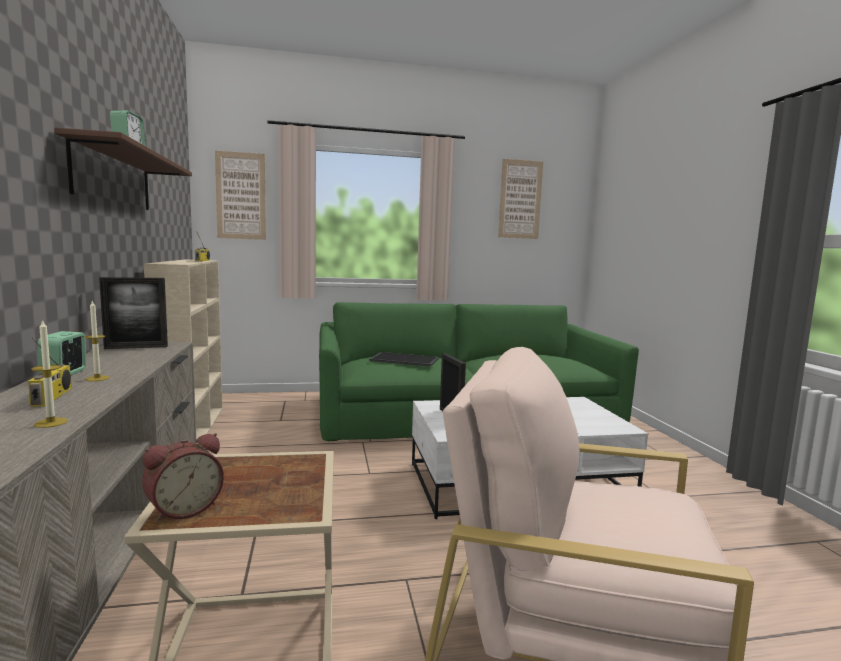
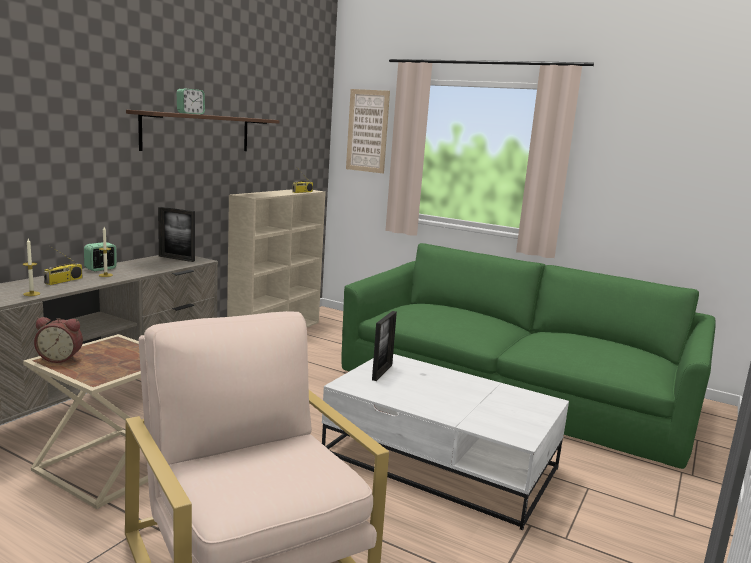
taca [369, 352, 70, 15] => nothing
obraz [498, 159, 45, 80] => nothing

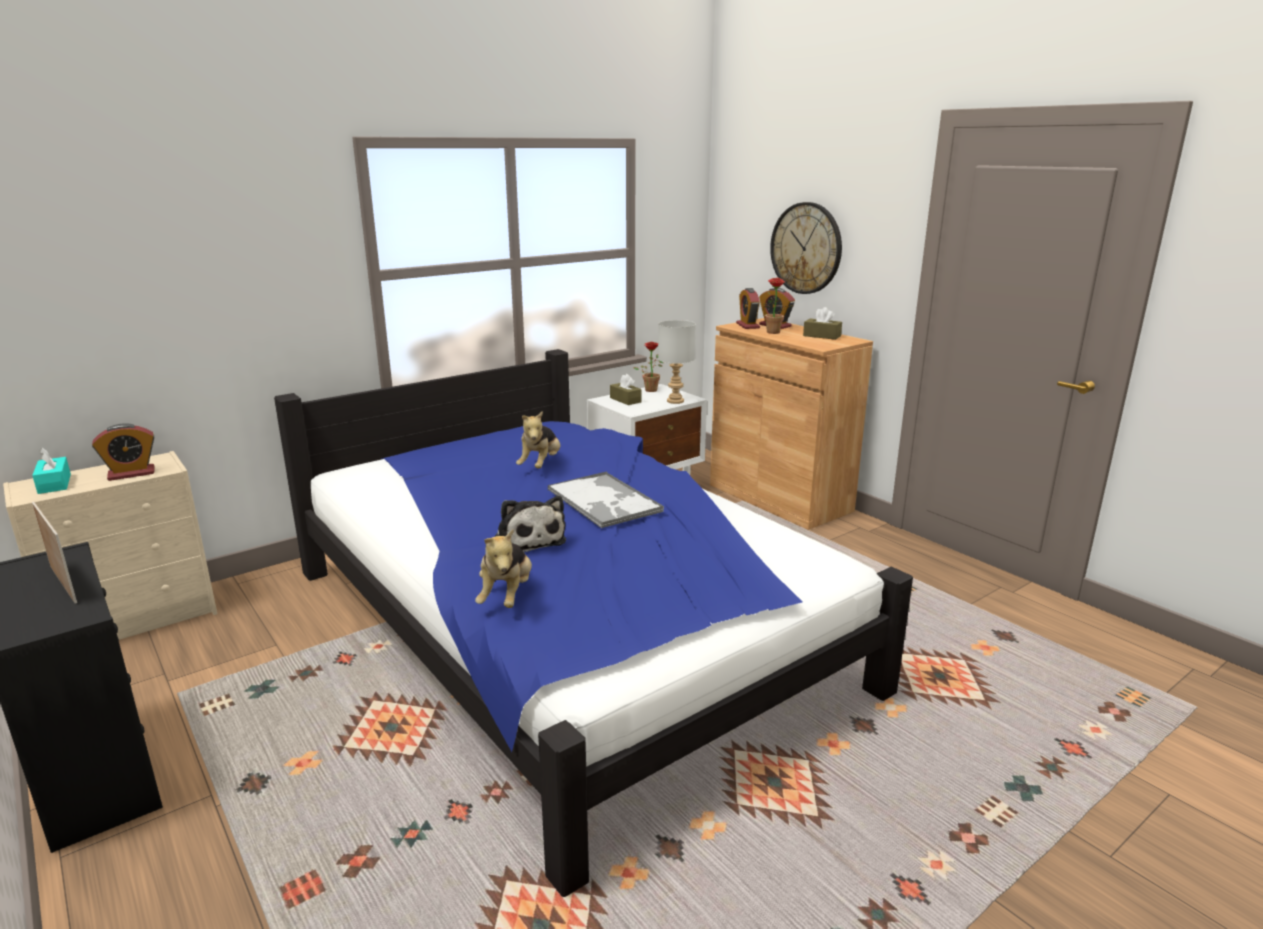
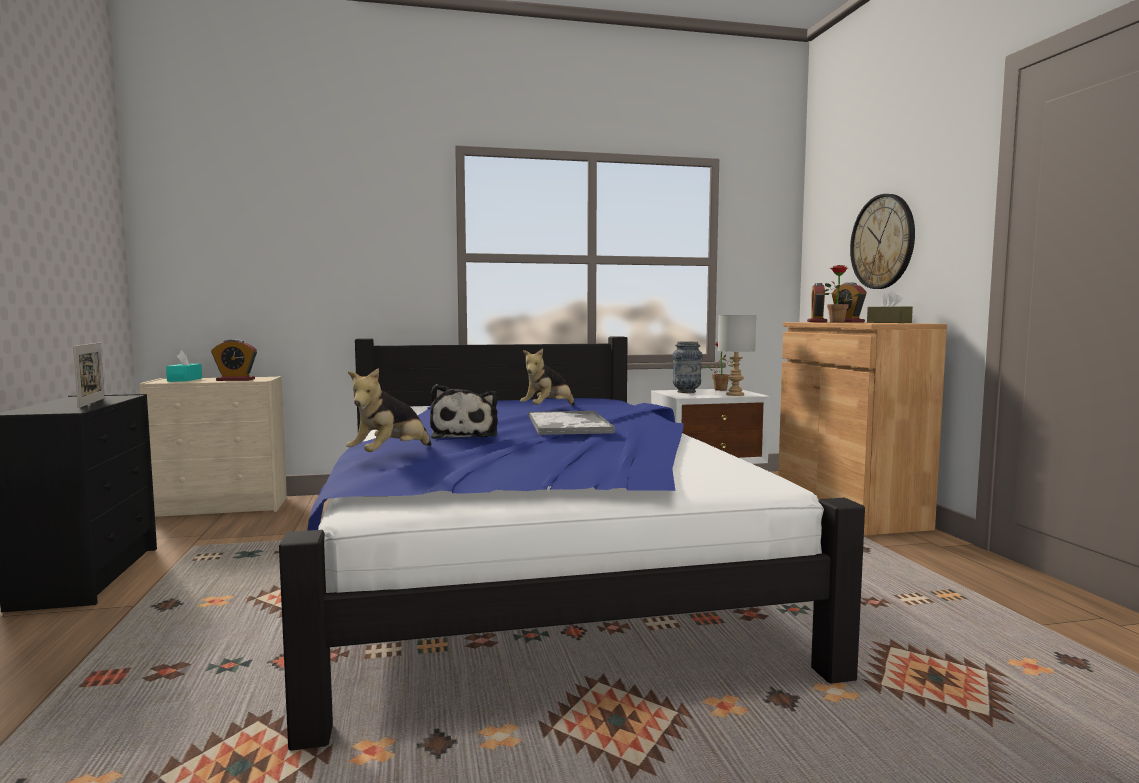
pudełko chusteczek [brązowy] [610, 374, 32, 31] => wazon [672, 341, 31, 52]

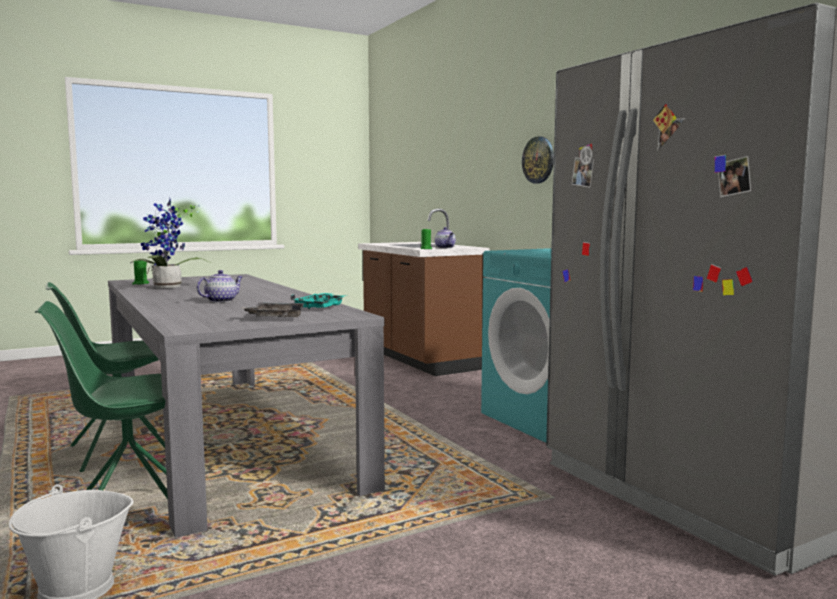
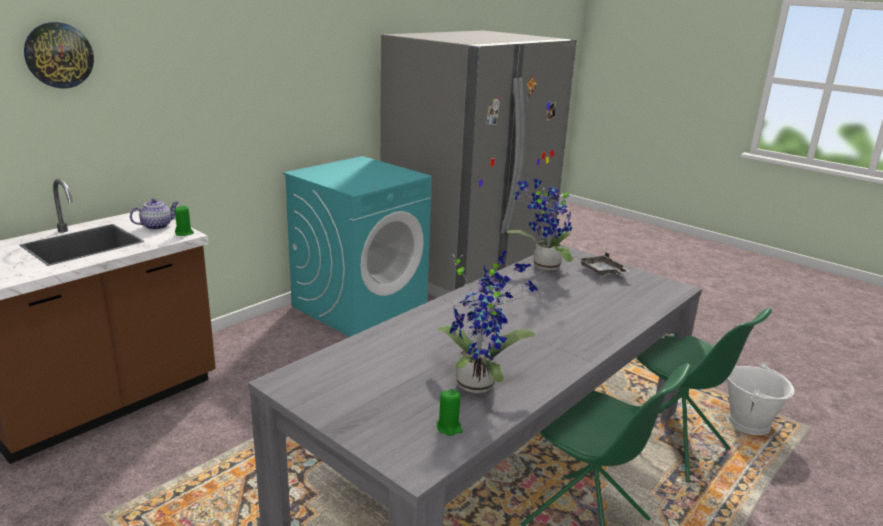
imbryk [197, 270, 46, 33] => nothing
taca [turkusowy] [290, 293, 54, 16] => roślina doniczkowa [507, 178, 66, 92]
zegar ścienny [522, 136, 32, 48] => zegar ścienny [24, 22, 70, 67], shifted

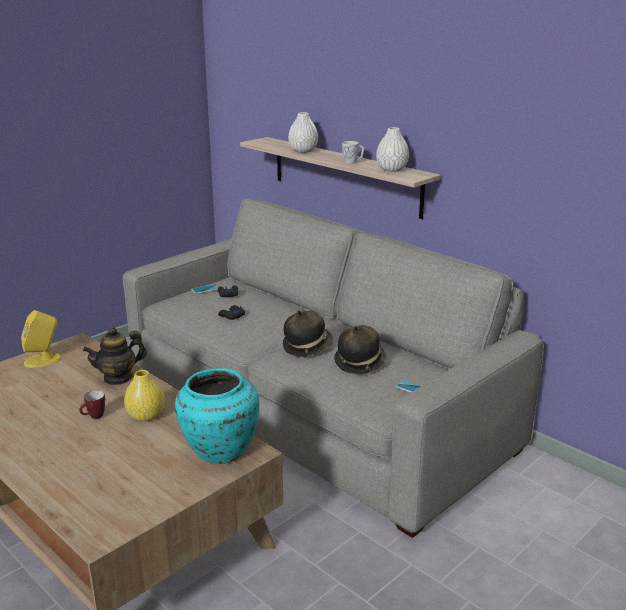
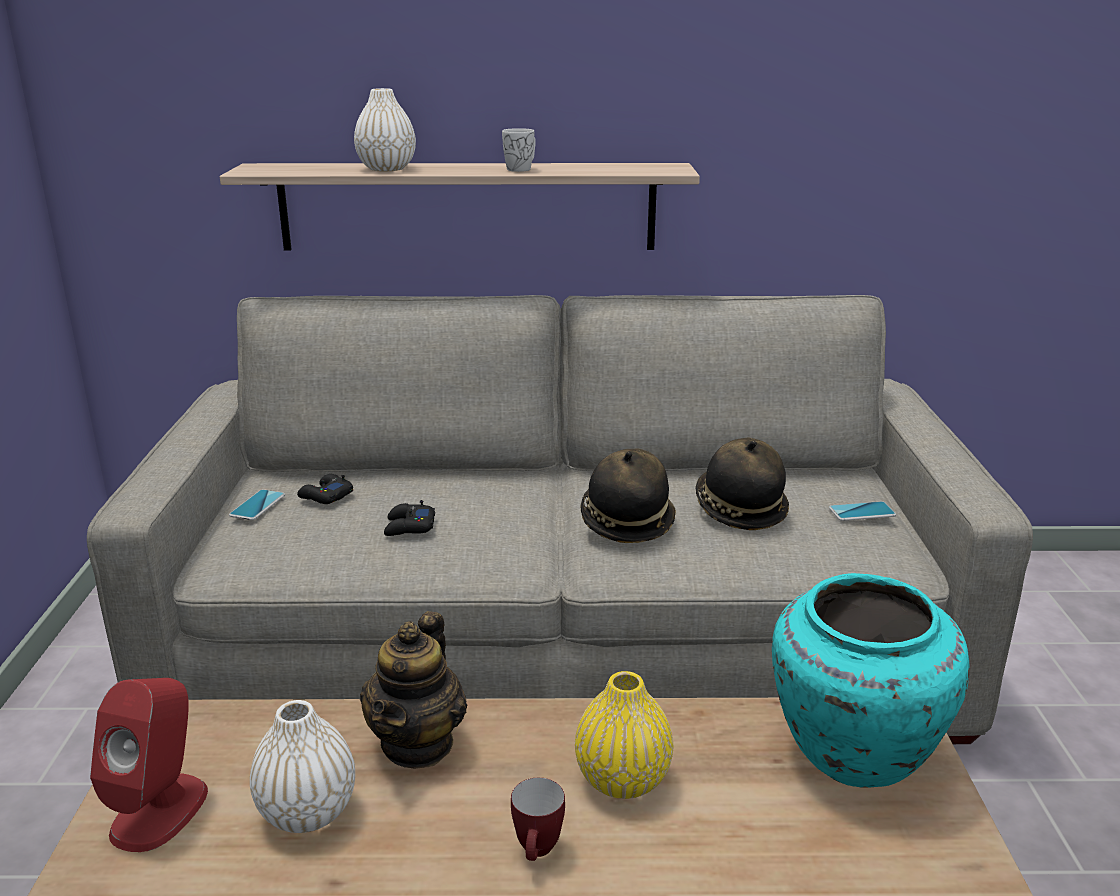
głośnik [żółty] [21, 310, 41, 58] => głośnik [czerwony] [90, 678, 118, 174]
wazon [biały] [376, 127, 33, 45] => wazon [biały] [250, 700, 105, 133], shifted

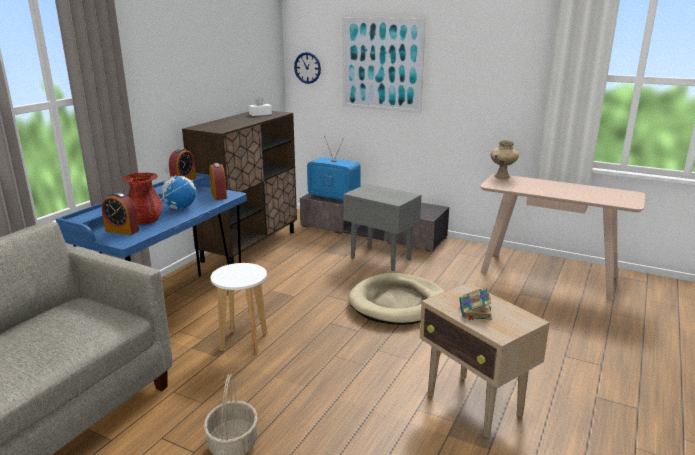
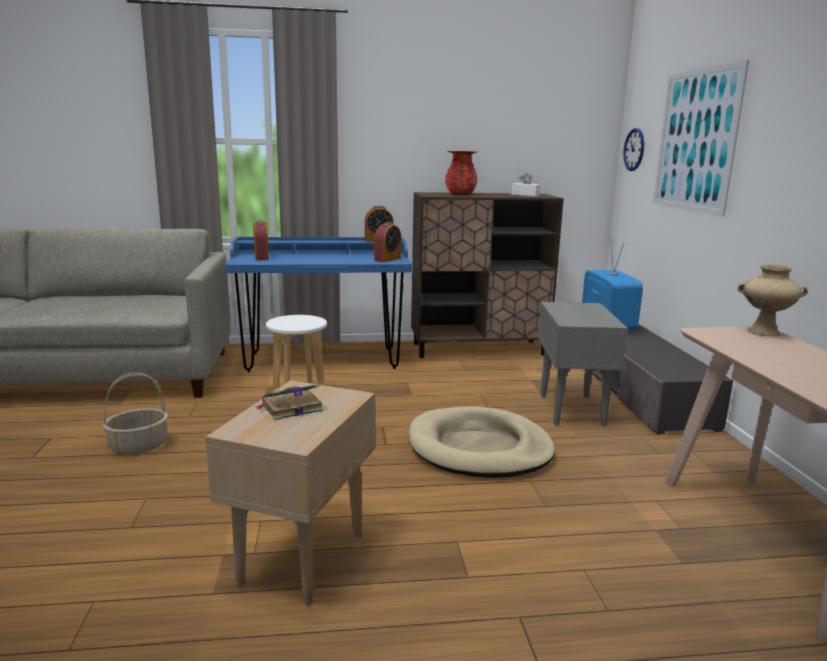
wazon [czerwony] [122, 173, 41, 51] => wazon [czerwony] [445, 151, 33, 44], shifted
globus [160, 168, 36, 42] => nothing

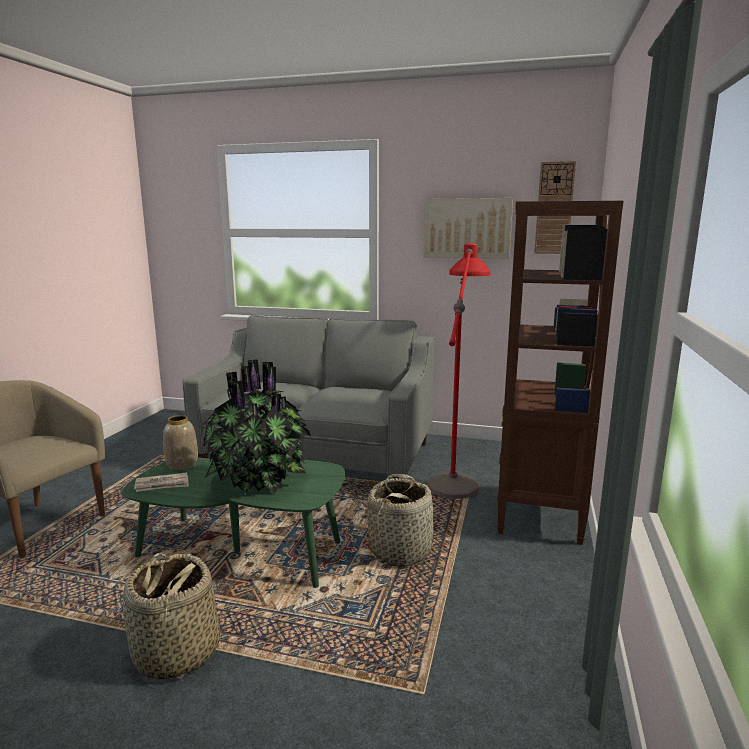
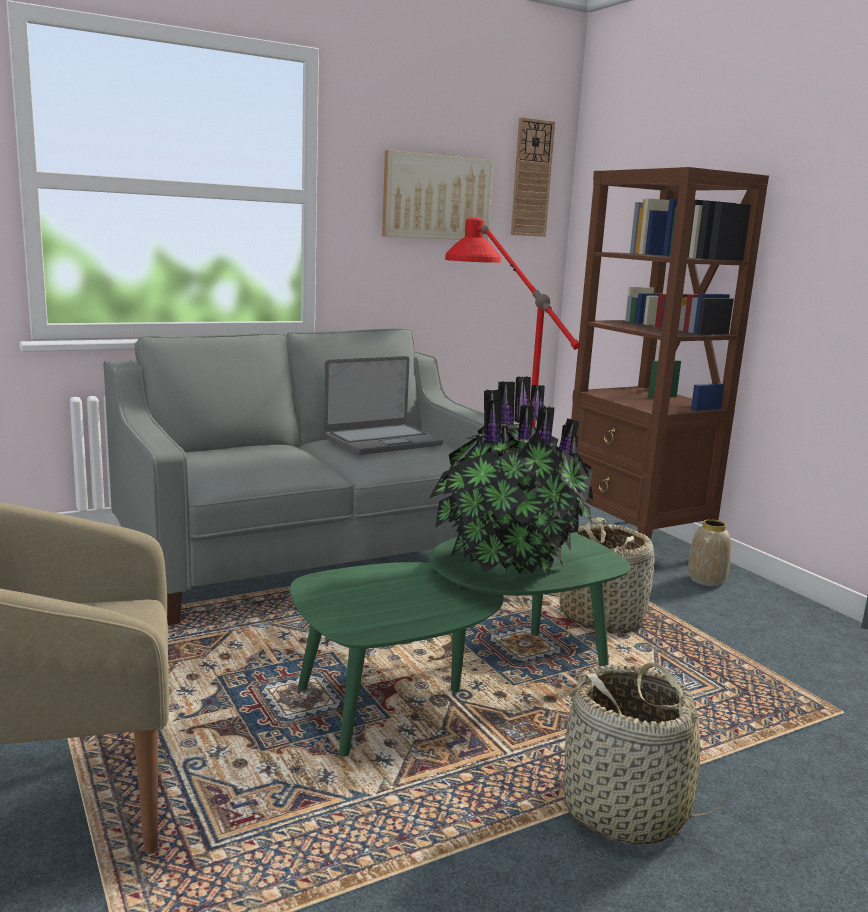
gazeta [134, 472, 55, 20] => nothing
wazon [163, 415, 35, 56] => wazon [688, 519, 43, 67], shifted
nothing => laptop [324, 356, 119, 99]

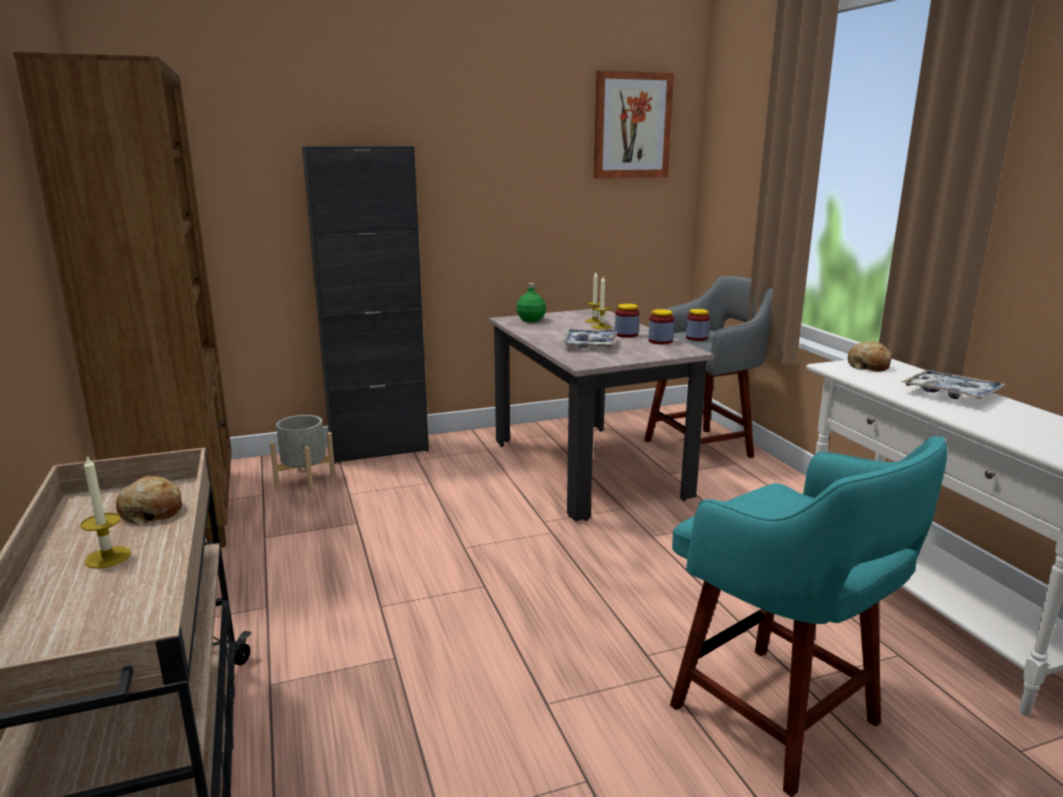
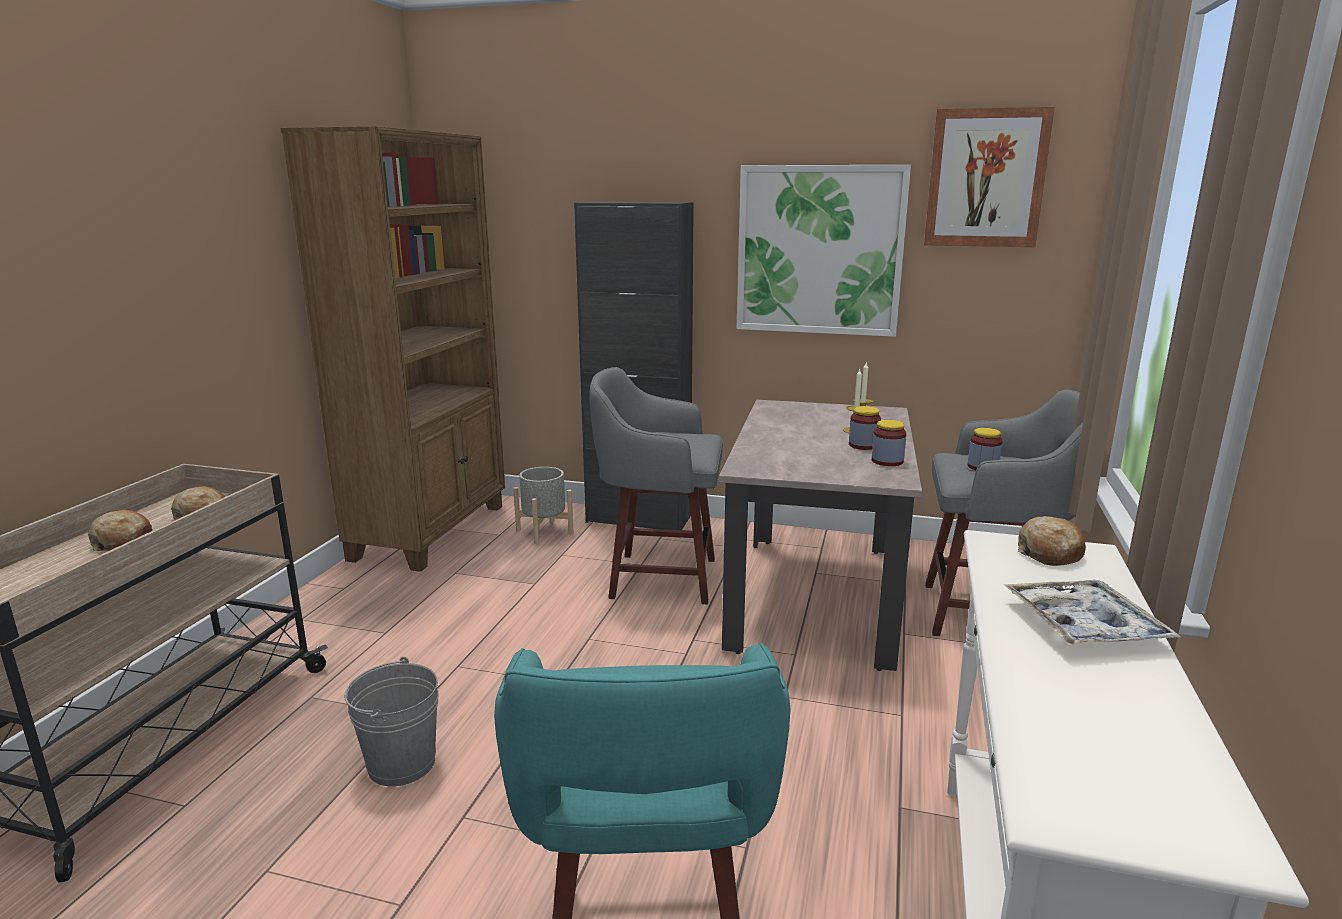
świeca [80, 456, 51, 113] => chleb [88, 510, 64, 41]
butelka [zielony] [516, 283, 30, 39] => nothing
taca [562, 329, 55, 19] => nothing
nothing => wiadro [szary] [344, 657, 95, 129]
nothing => stołek [szary] [589, 367, 134, 237]
nothing => obraz [737, 165, 174, 172]

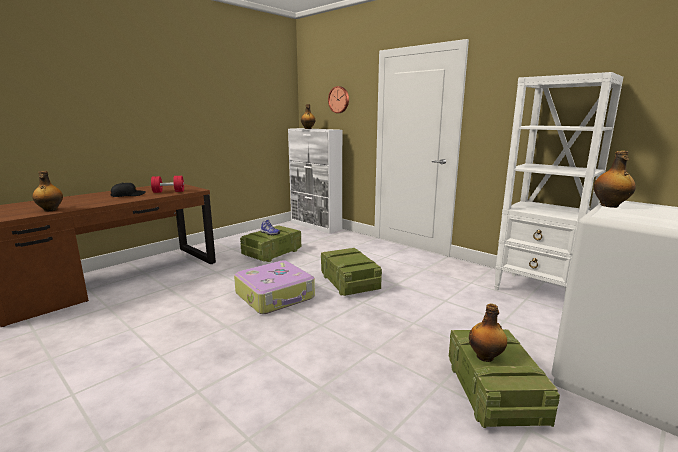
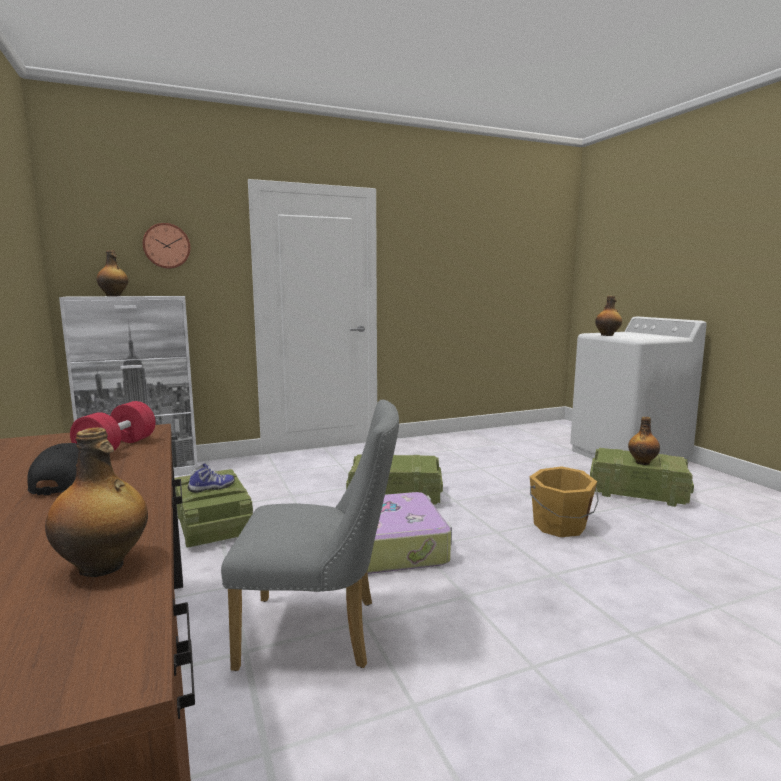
regał [biały] [494, 72, 129, 227] => nothing
nothing => krzesło [szary] [221, 399, 178, 272]
nothing => wiadro [pomarańczowy] [530, 466, 69, 71]

